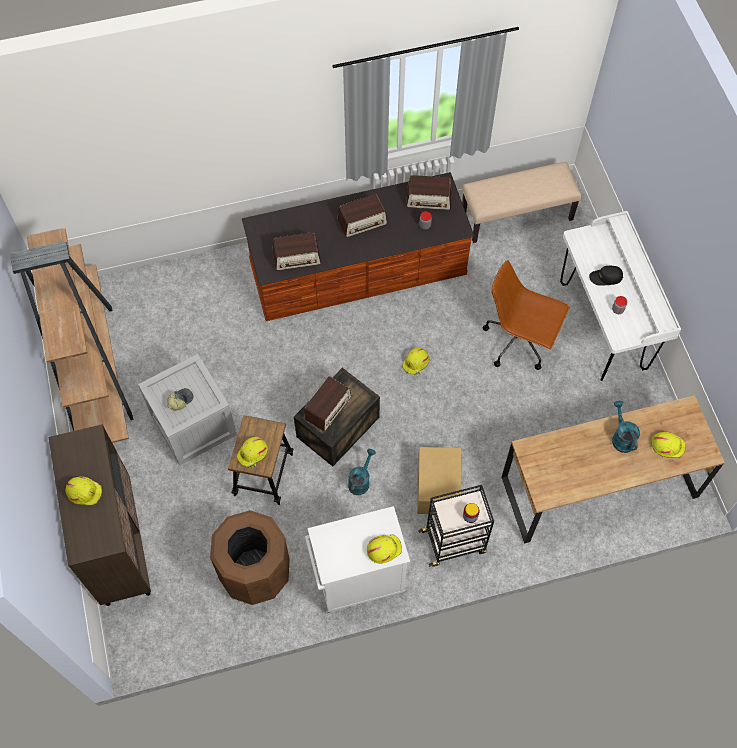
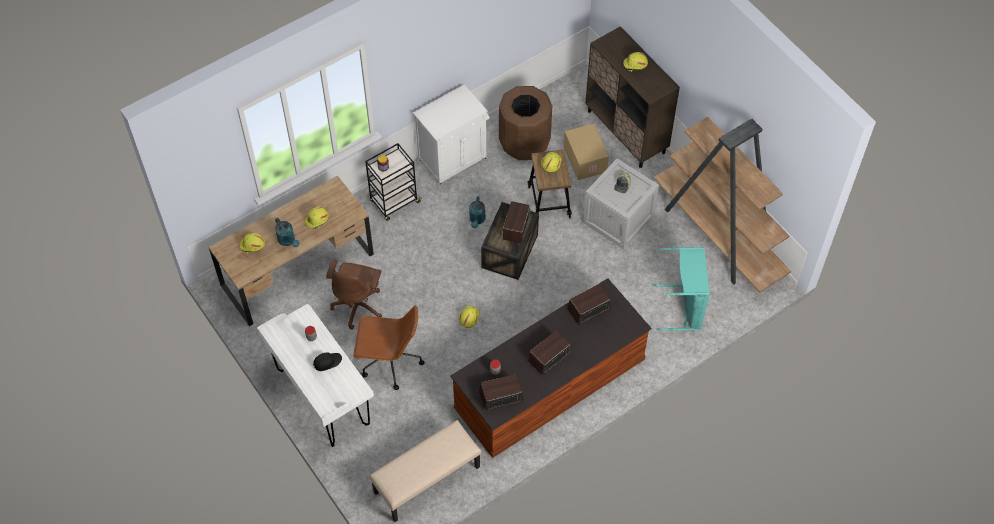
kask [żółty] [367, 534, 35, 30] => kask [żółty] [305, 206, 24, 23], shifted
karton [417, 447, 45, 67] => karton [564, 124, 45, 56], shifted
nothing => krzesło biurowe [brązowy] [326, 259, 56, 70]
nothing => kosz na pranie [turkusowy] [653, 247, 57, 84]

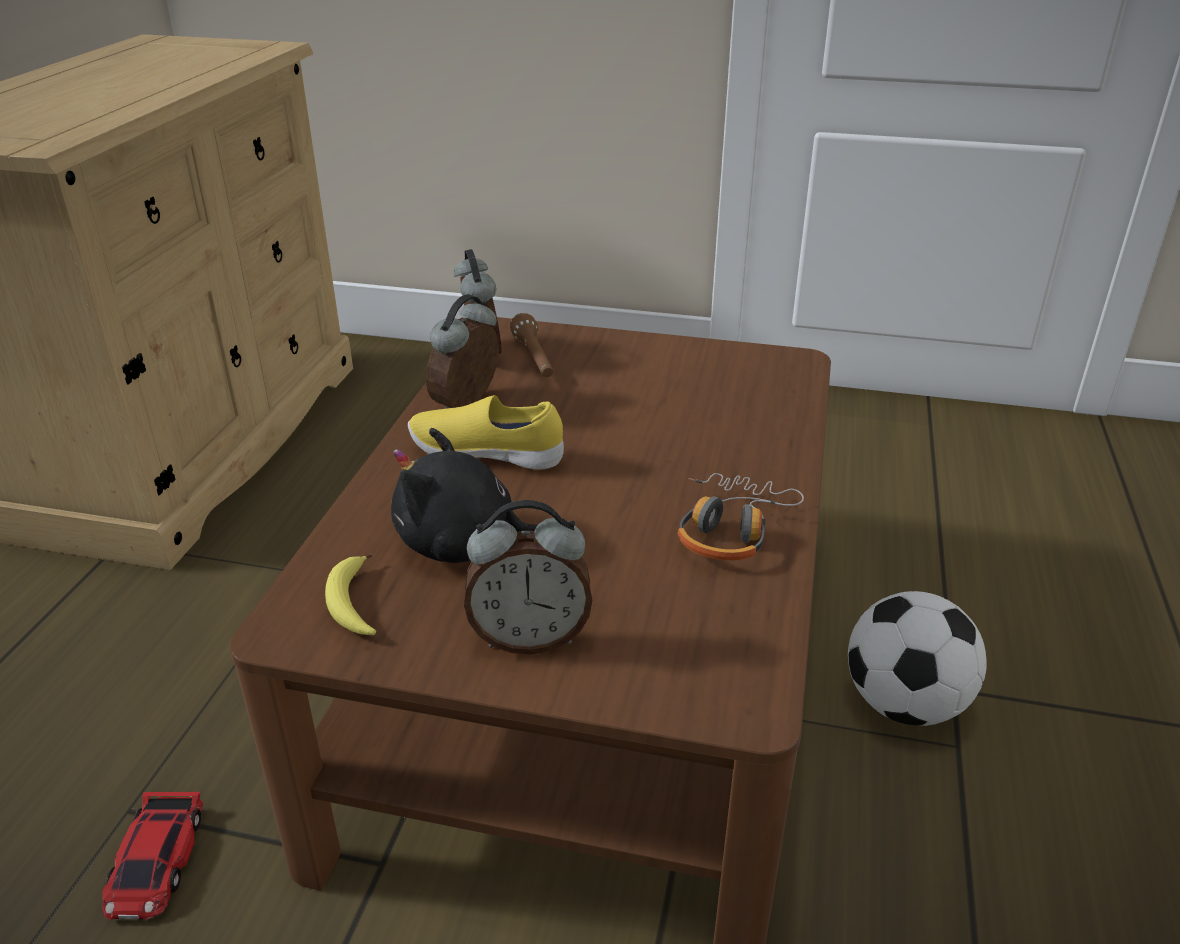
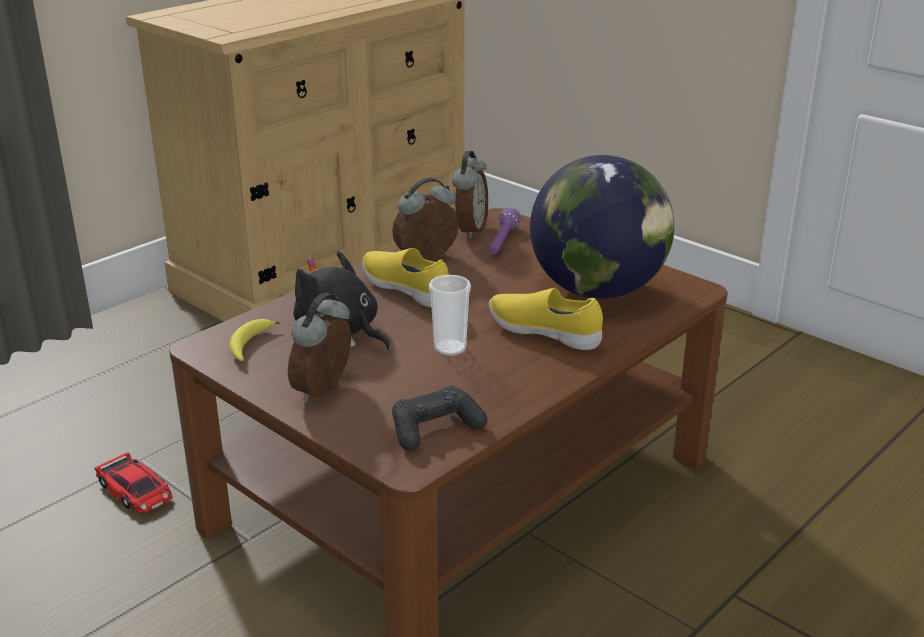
samochodzik [102, 792, 101, 128] => samochodzik [94, 452, 79, 61], 75 degrees counterclockwise
budzik [464, 500, 128, 154] => budzik [288, 293, 63, 109], 90 degrees clockwise
latarka [brązowy] [510, 313, 43, 64] => latarka [fioletowy] [489, 208, 32, 46]
słuchawki [678, 473, 126, 88] => nothing
piłka futbolowa [848, 591, 139, 135] => nothing
nothing => pad do gier [czarny] [392, 386, 95, 65]
nothing => filiżanka [429, 275, 42, 81]
nothing => but [żółty] [489, 288, 114, 62]
nothing => globus [530, 155, 144, 144]

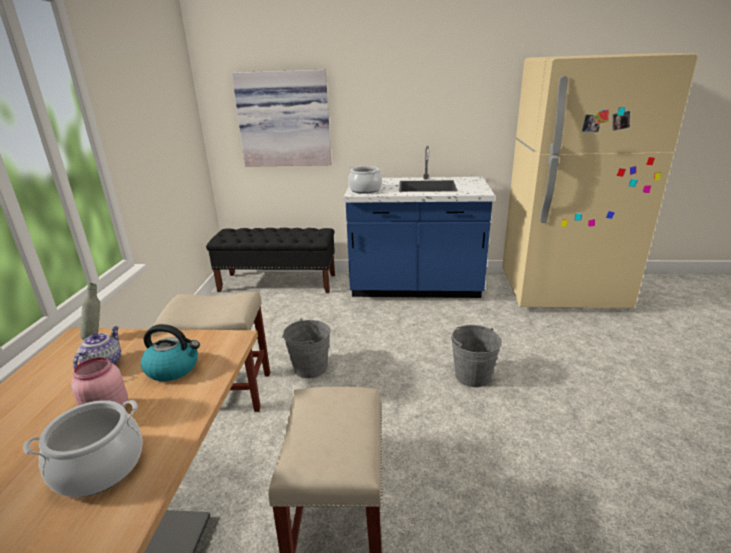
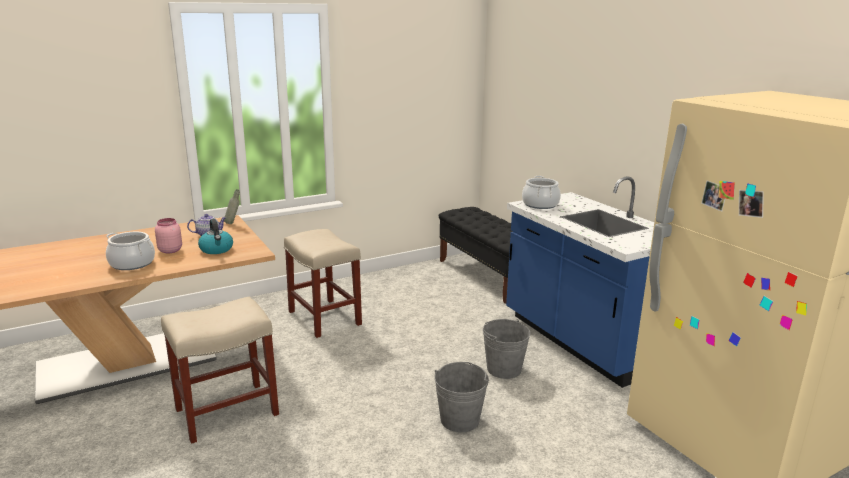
obraz [232, 70, 100, 97] => nothing
wiadro [szary] [282, 318, 48, 60] => wiadro [szary] [483, 319, 48, 60], shifted

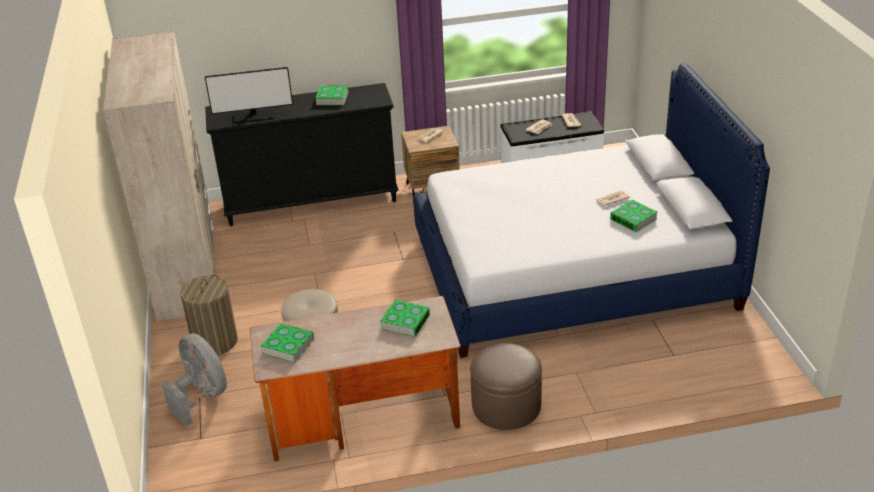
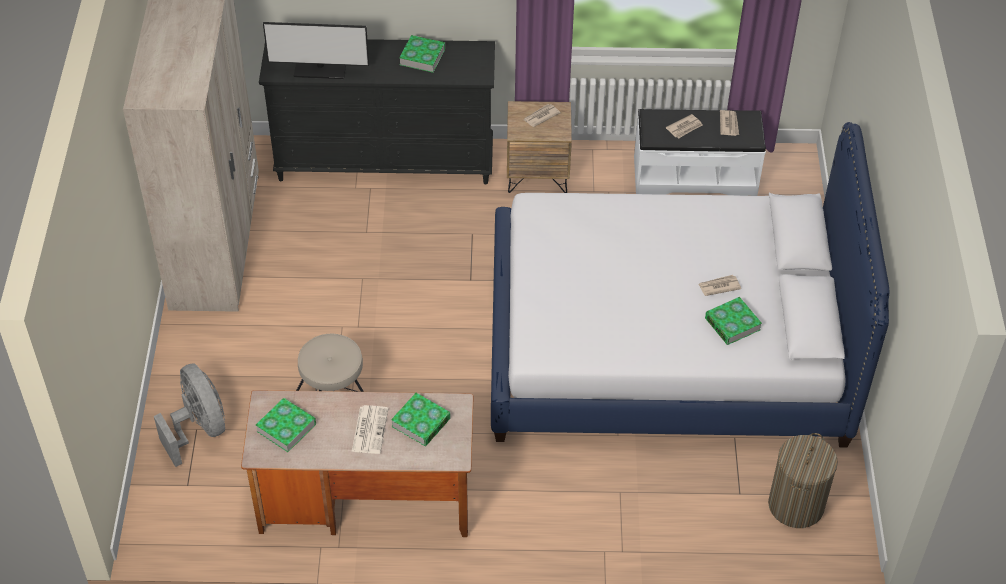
kosz na pranie [180, 275, 58, 80] => kosz na pranie [768, 433, 70, 95], shifted
pufa [brązowy] [470, 343, 72, 87] => nothing
nothing => gazeta [352, 405, 37, 49]

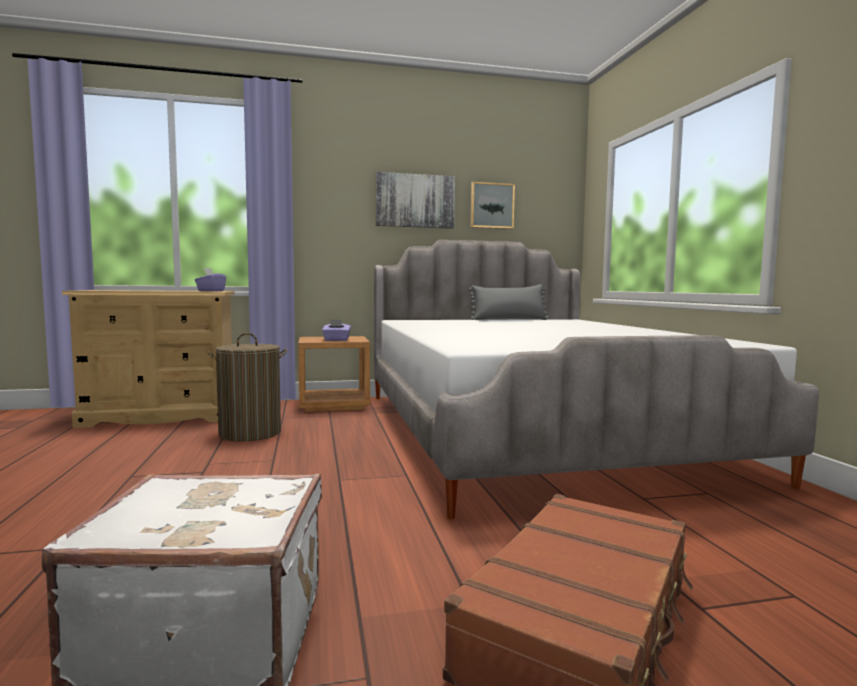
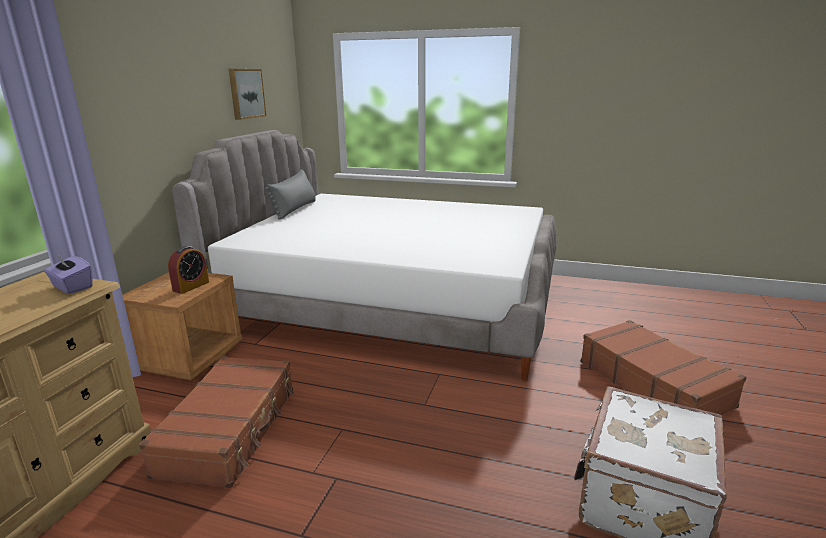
kosz na pranie [208, 333, 79, 108] => walizka [brązowy] [139, 356, 155, 132]
pudełko chusteczek [fioletowy] [322, 319, 29, 22] => budzik [168, 246, 41, 48]
obraz [376, 172, 79, 57] => nothing

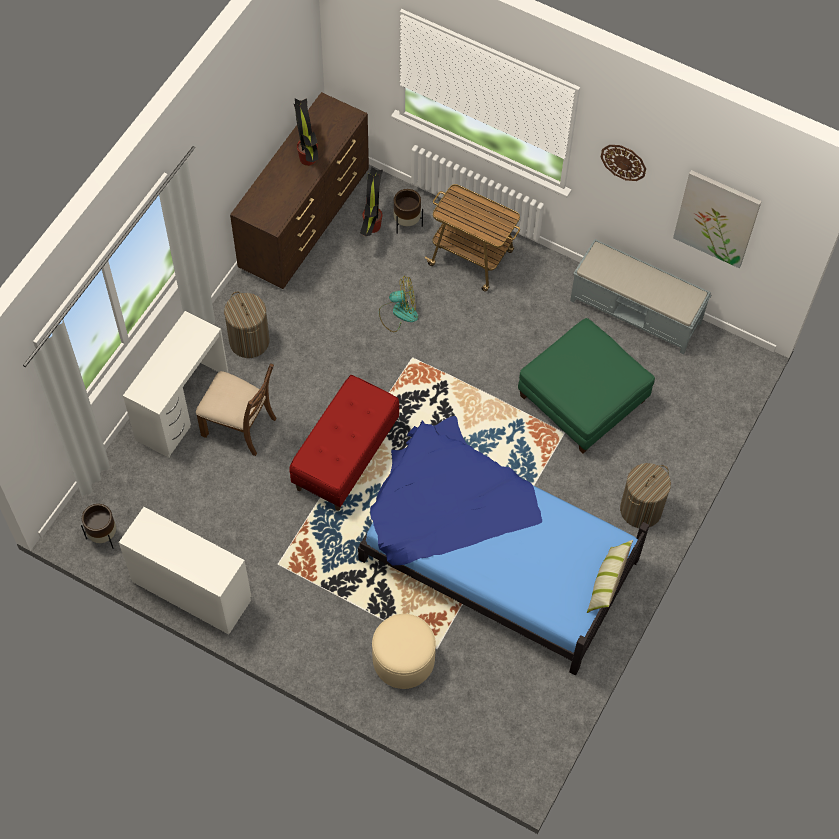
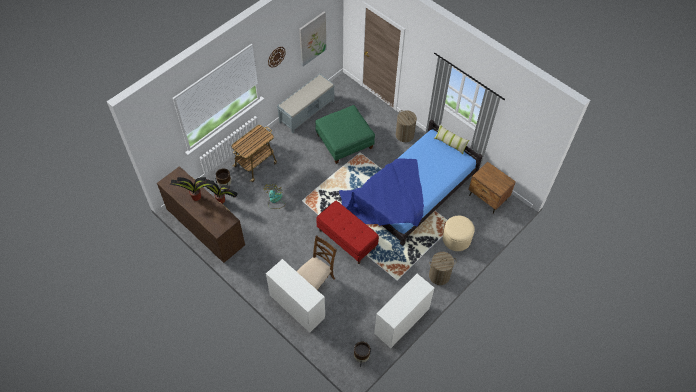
kosz na pranie [224, 291, 45, 67] => kosz na pranie [429, 252, 27, 33], shifted
nothing => szafka nocna [brązowy] [469, 162, 47, 52]

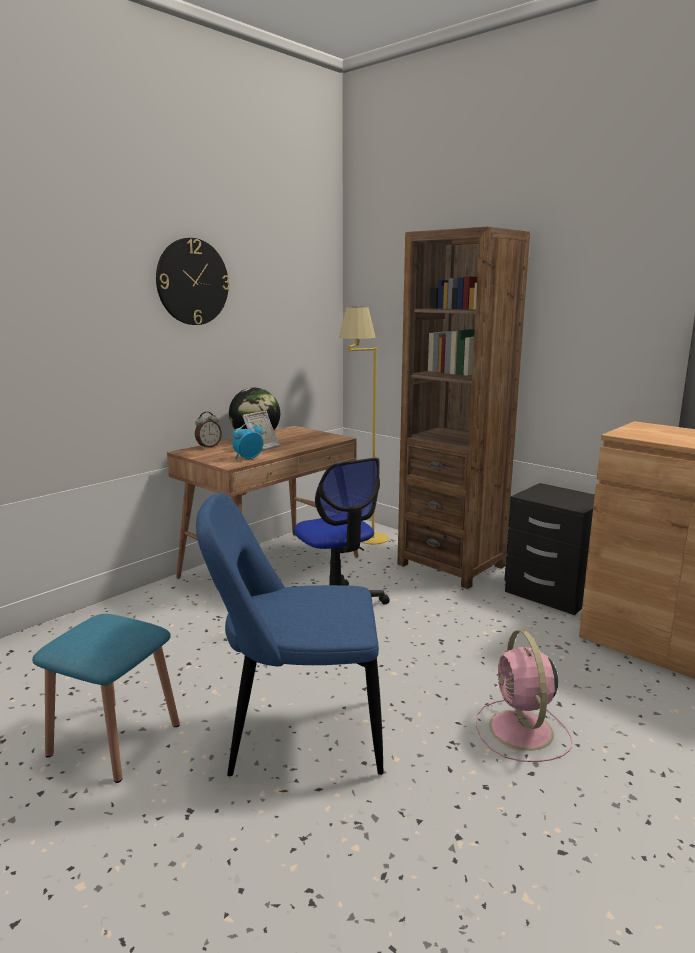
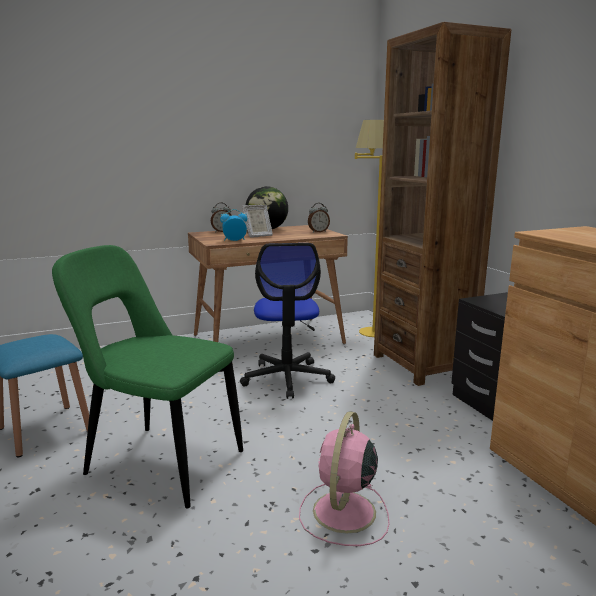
zegar ścienny [156, 238, 74, 87] => nothing
krzesło [niebieski] [196, 493, 188, 283] => krzesło [zielony] [52, 245, 191, 264]
nothing => budzik [308, 203, 22, 29]

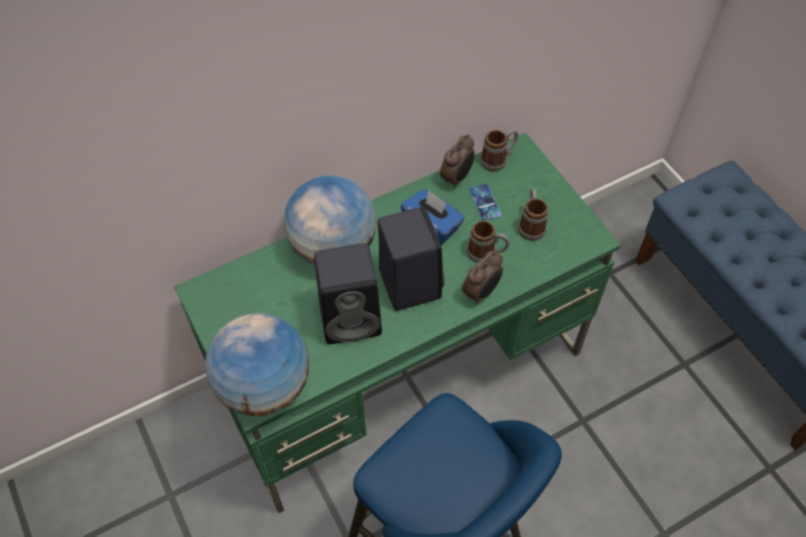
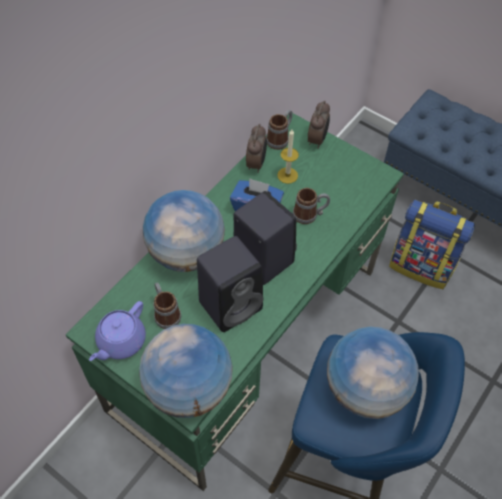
budzik [462, 250, 41, 55] => budzik [308, 100, 22, 49], shifted
telefon [469, 184, 33, 37] => świeca [277, 130, 22, 54]
kubek [518, 189, 30, 52] => kubek [153, 282, 28, 47], shifted
nothing => imbryk [fioletowy] [89, 301, 57, 60]
nothing => globus [327, 327, 92, 92]
nothing => plecak [389, 200, 86, 89]

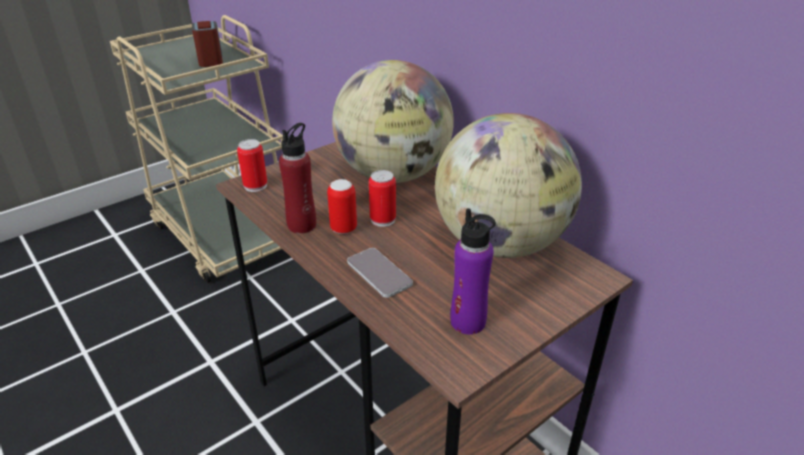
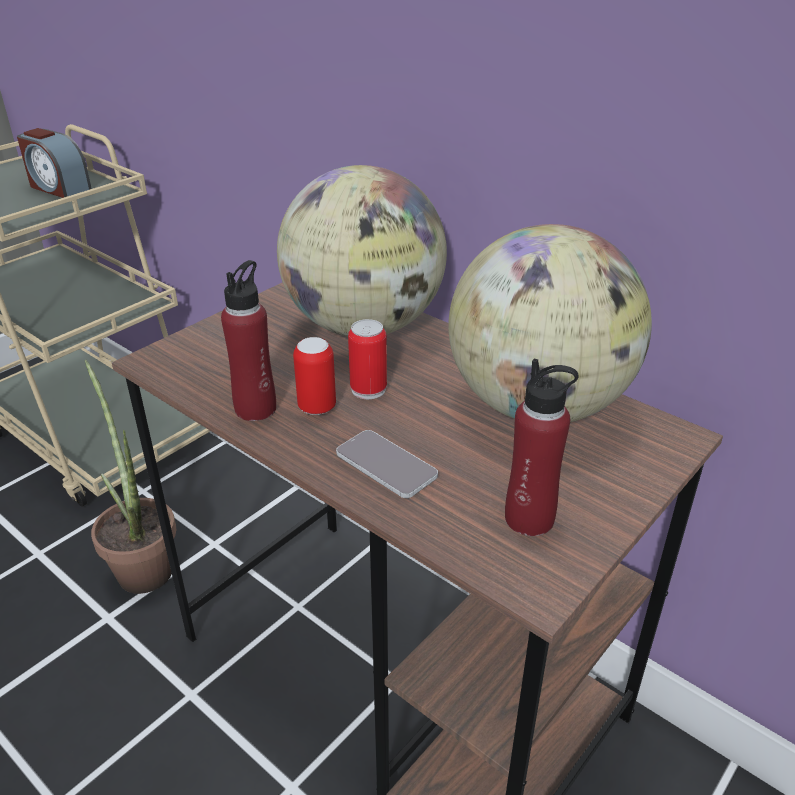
budzik [192, 21, 31, 46] => budzik [17, 128, 75, 70], 150 degrees clockwise
puszka [237, 139, 30, 53] => nothing
butelka [fioletowy] [451, 208, 45, 126] => butelka [czerwony] [505, 359, 74, 177]
nothing => roślina doniczkowa [85, 359, 91, 235]

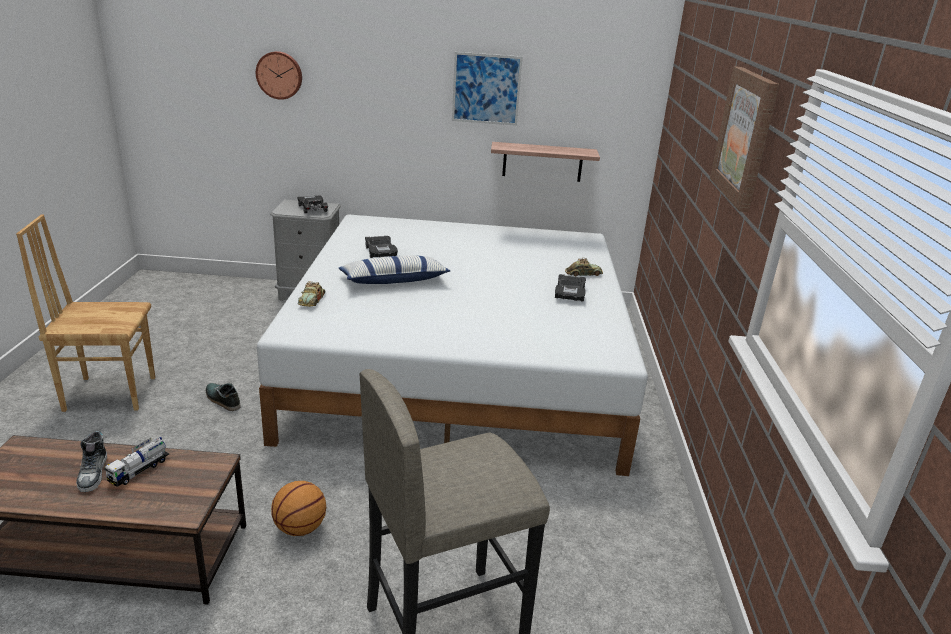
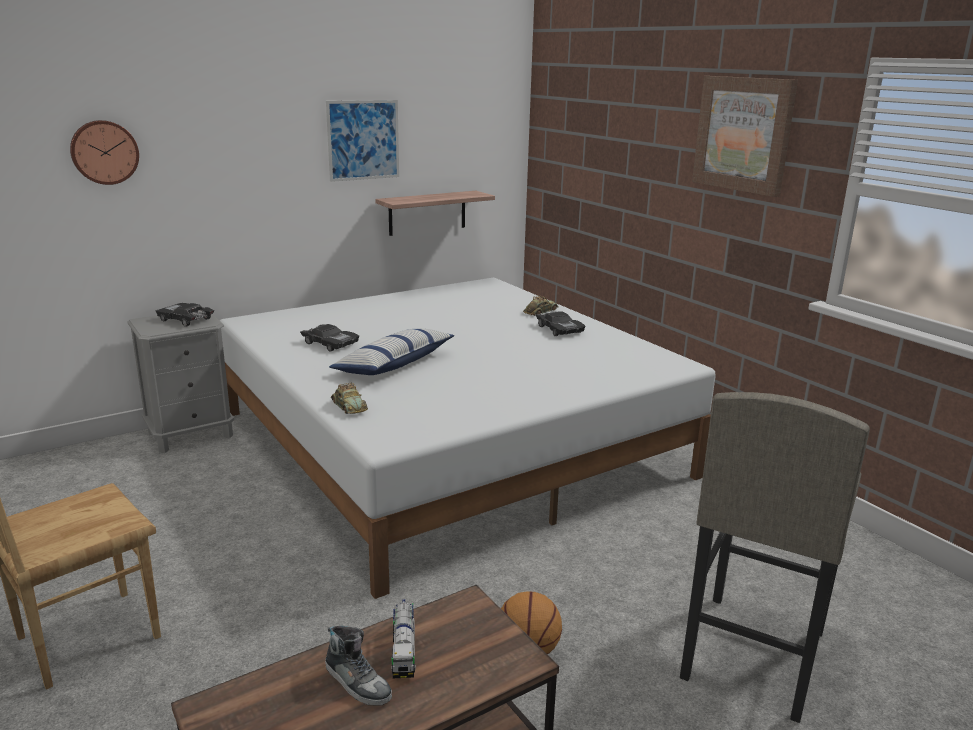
but [206, 383, 35, 28] => nothing

